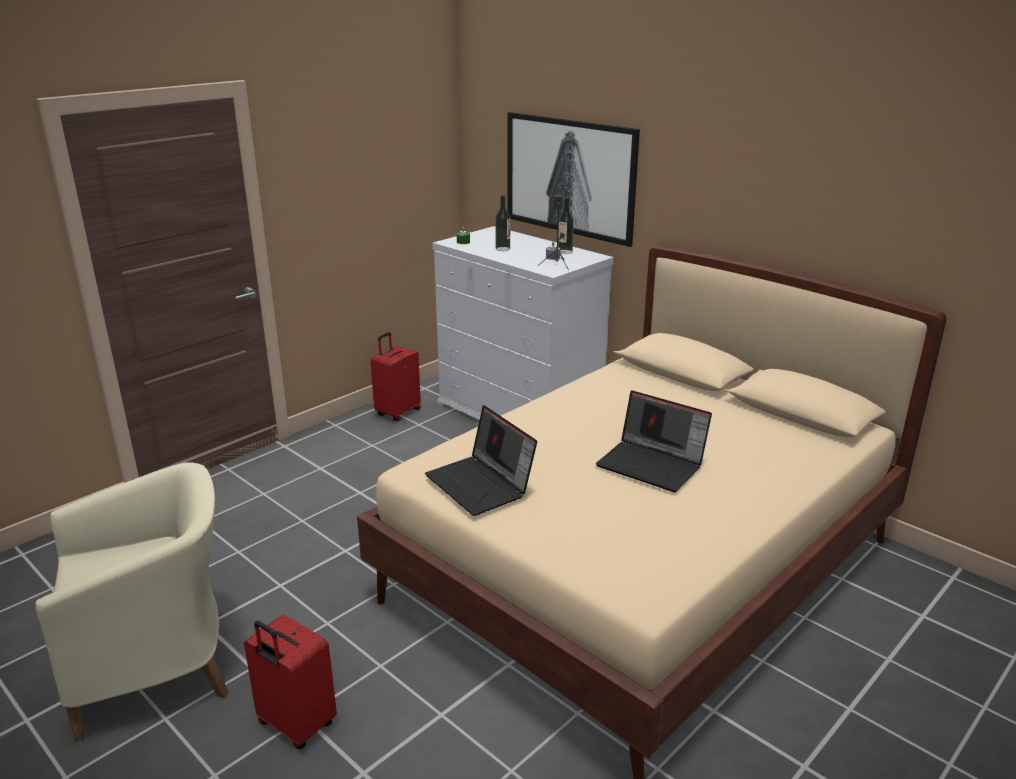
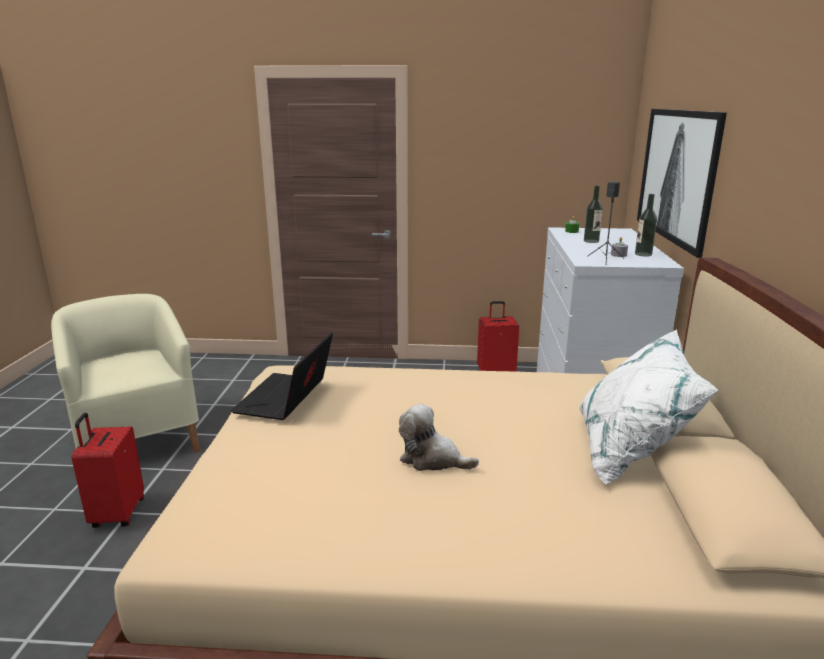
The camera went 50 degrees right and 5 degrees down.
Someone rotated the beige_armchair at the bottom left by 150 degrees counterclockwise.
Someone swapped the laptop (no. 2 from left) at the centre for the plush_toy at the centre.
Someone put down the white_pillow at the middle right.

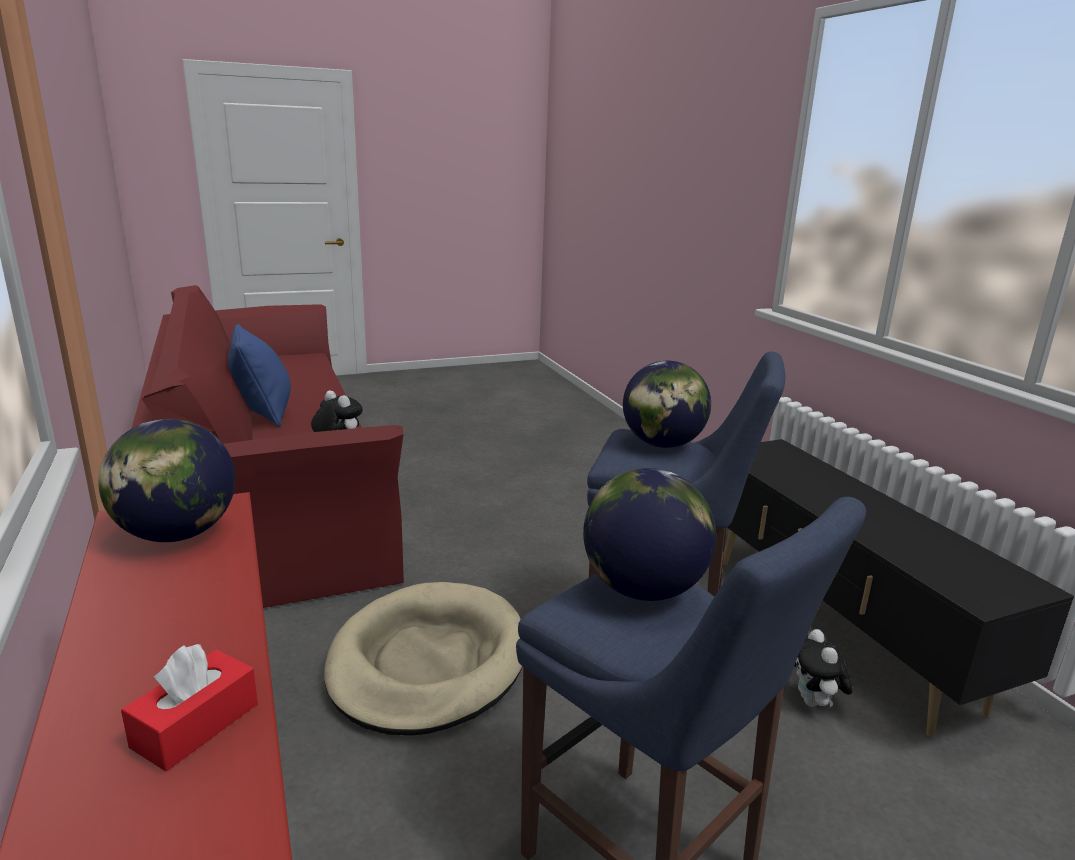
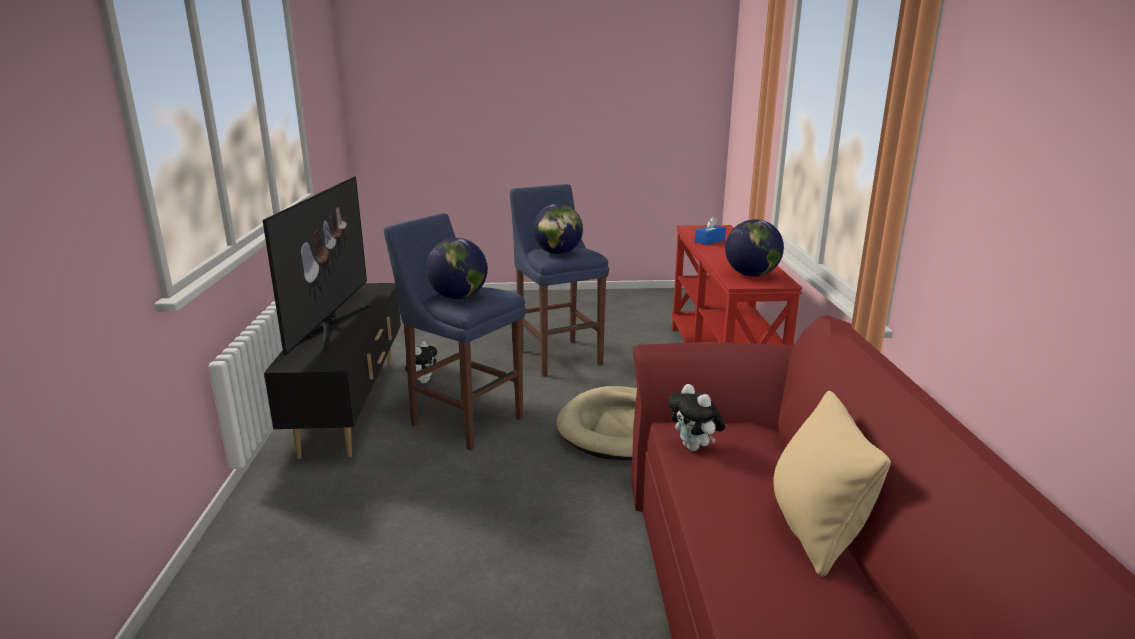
The camera went 160 degrees left and 0 degrees up.
Someone repainted the red_tissue_box at the bottom left, which became the blue_tissue_box at the centre.
Someone repainted the blue_pillow at the middle left, which became the beige_pillow at the bottom right.
Someone put down the television at the middle left.

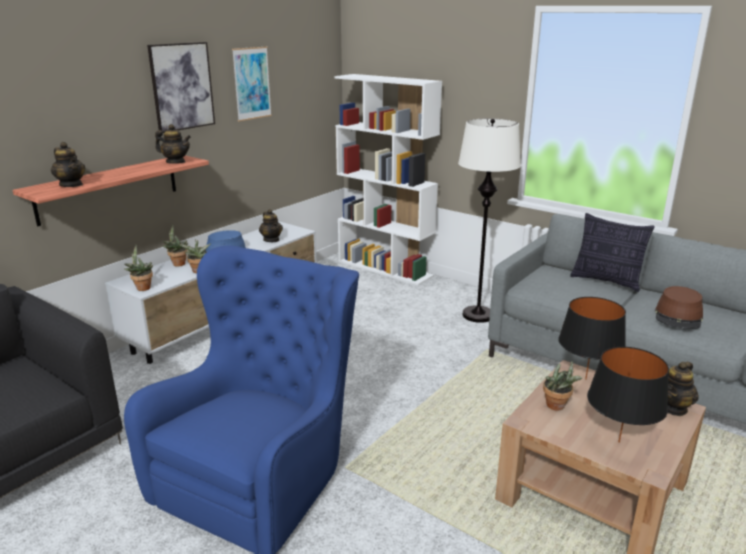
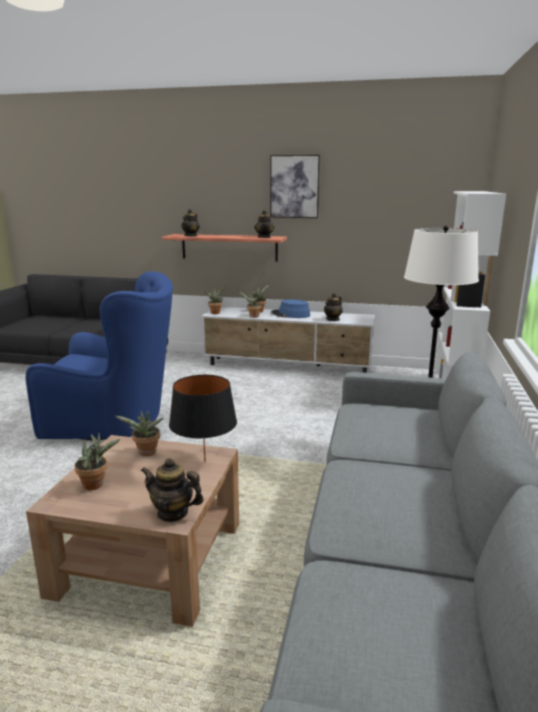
The camera went 65 degrees right and 5 degrees down.
Someone took away the picture (no. 2 from left) at the top centre.
Someone took away the pillow at the middle right.
Someone swapped the black_table_lamp (no. 2 from left) at the bottom right for the potted_plant (no. 1 from left) at the middle left.
Someone took away the brown_hat at the middle right.

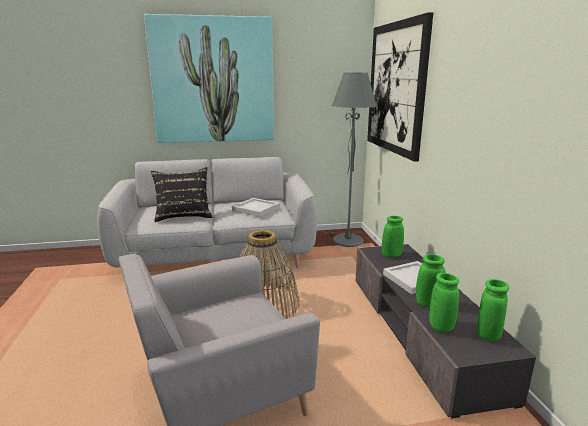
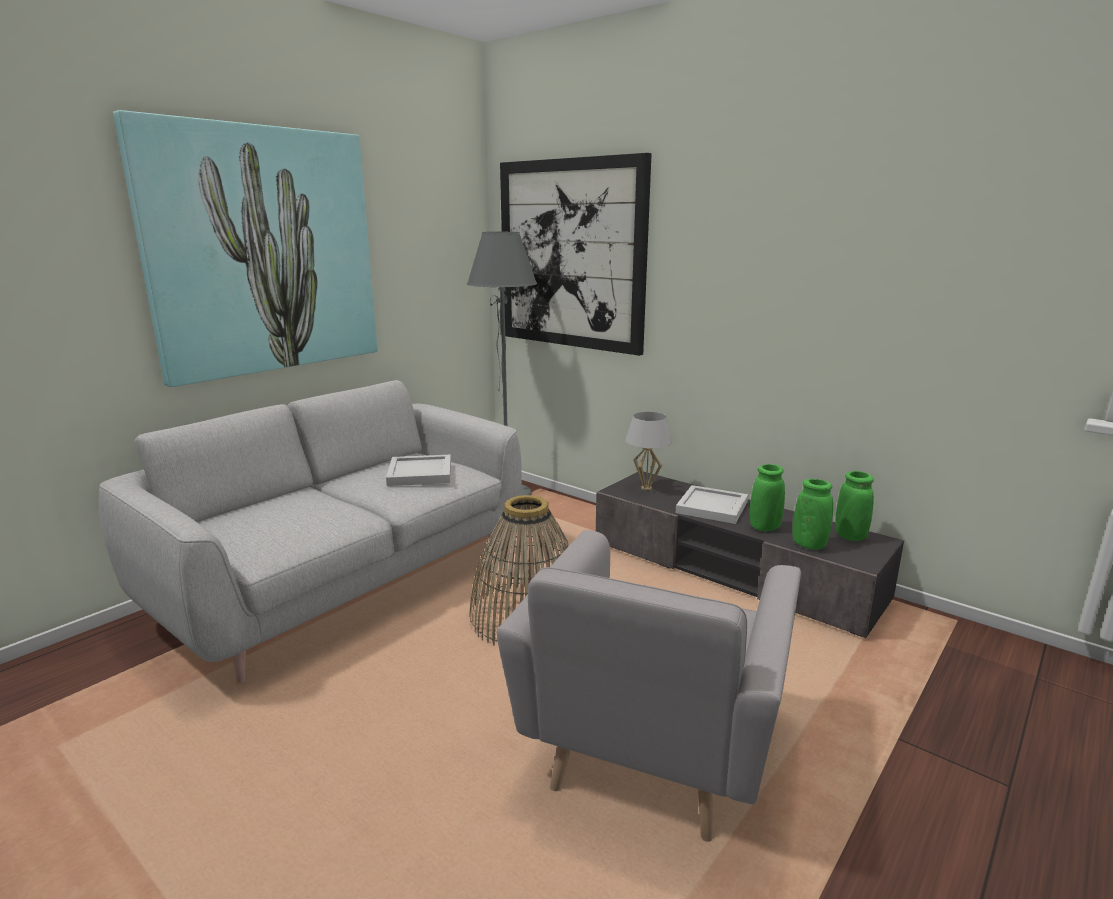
The camera went 40 degrees left and 0 degrees up.
Someone took away the black_pillow at the middle left.
Someone swapped the green_vase (no. 1 from left) at the middle right for the white_table_lamp at the centre.

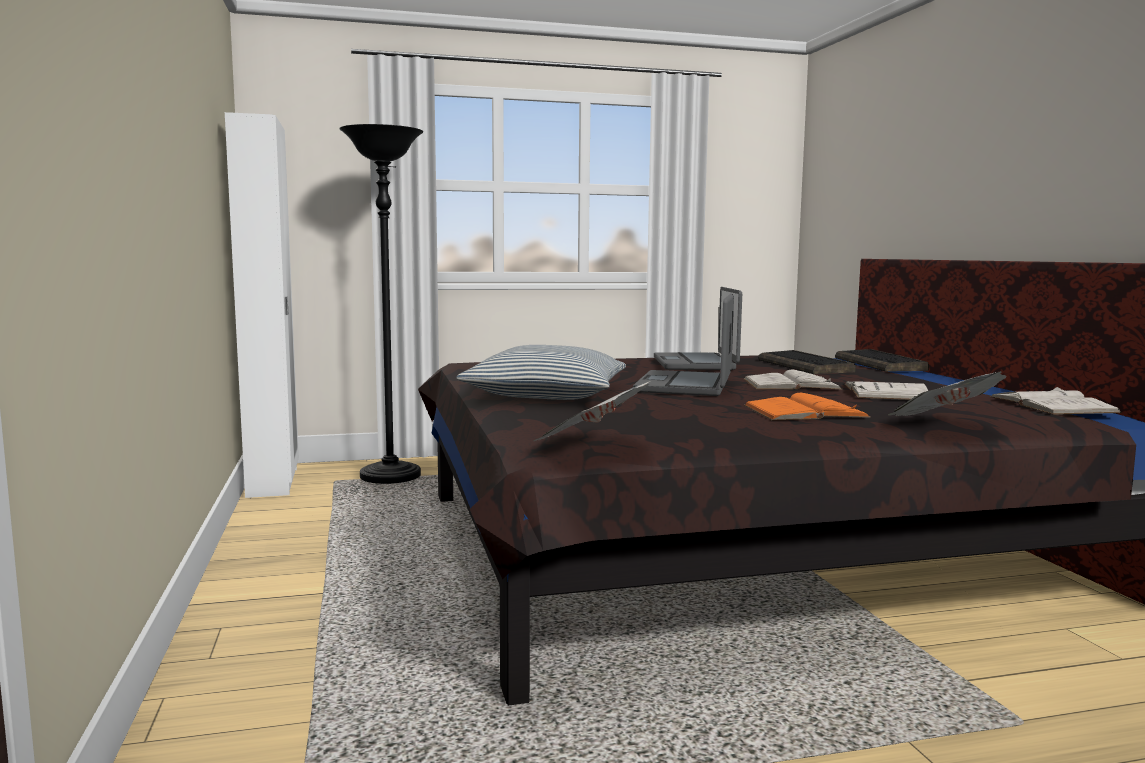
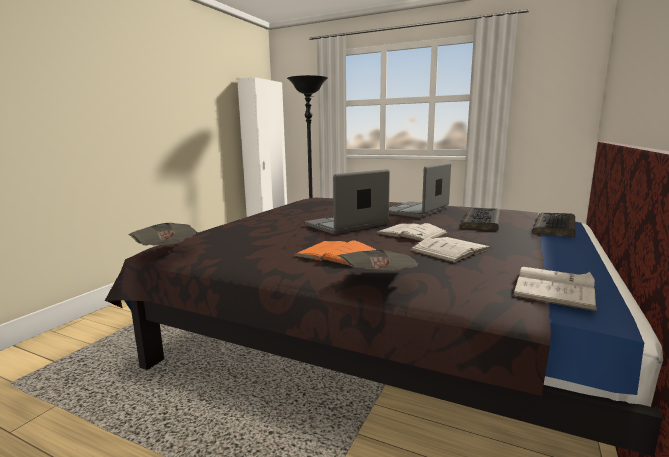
The camera went 40 degrees right and 5 degrees up.
Someone took away the pillow at the centre.

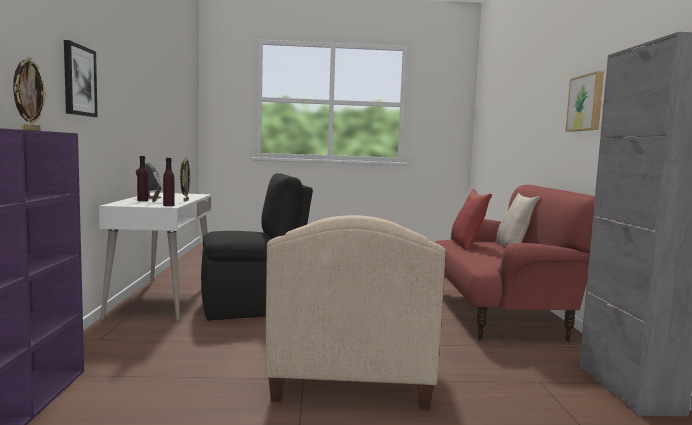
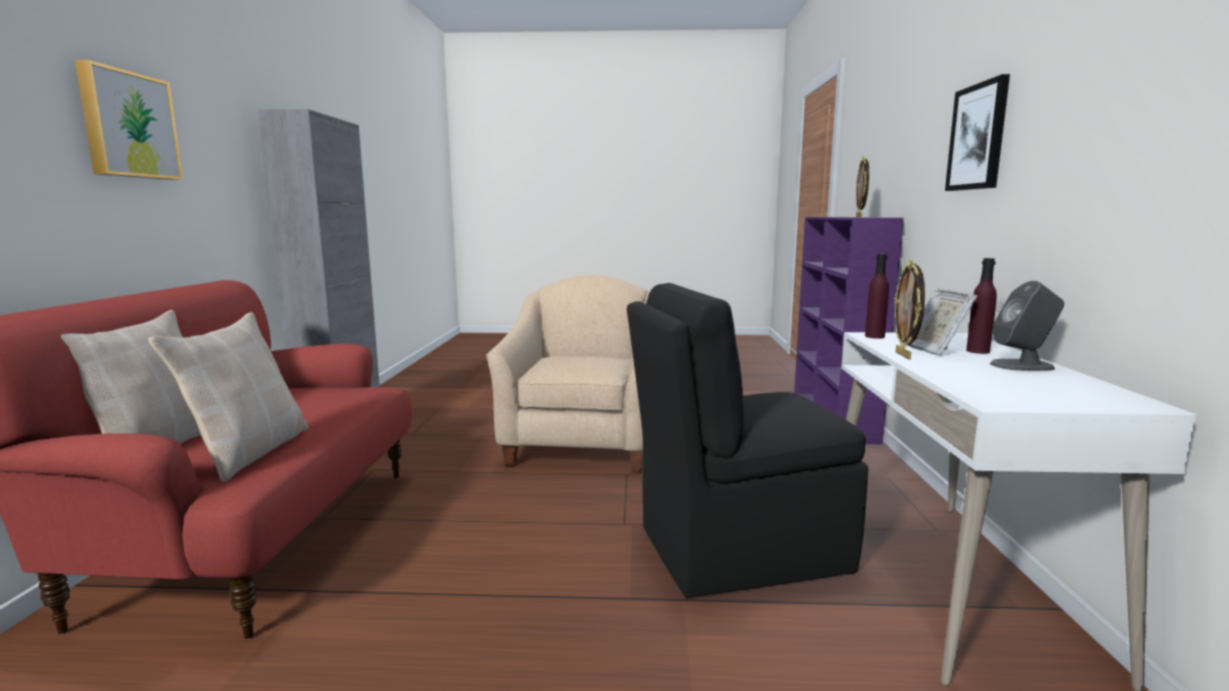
The camera went 175 degrees left and 5 degrees up.
Someone repainted the red_pillow at the middle right, which became the beige_pillow (no. 2 from left) at the middle left.

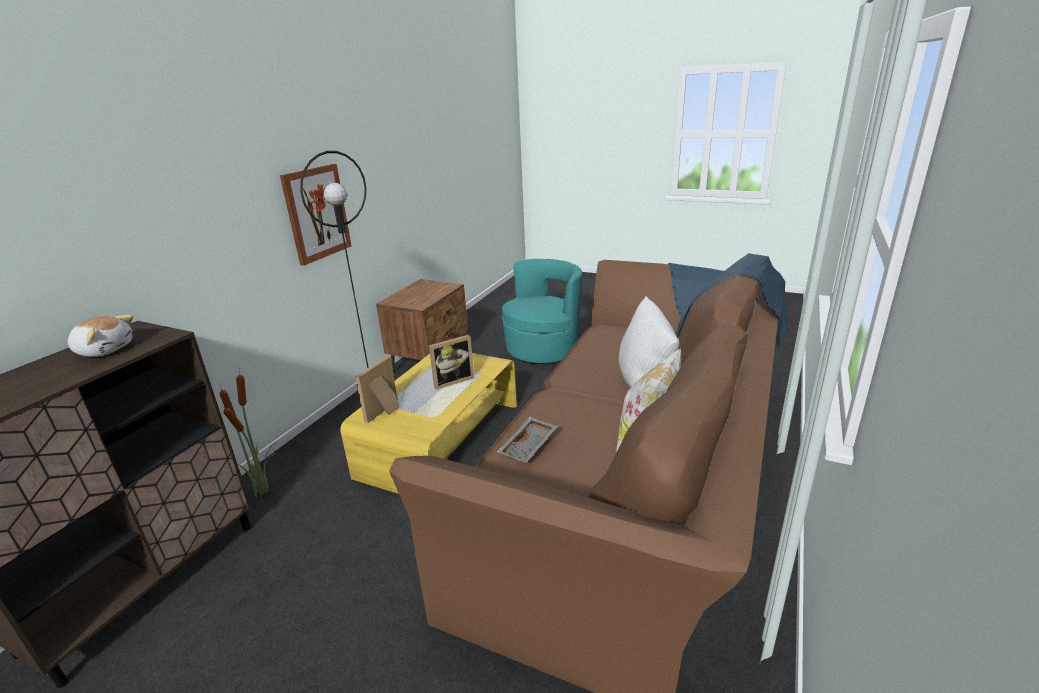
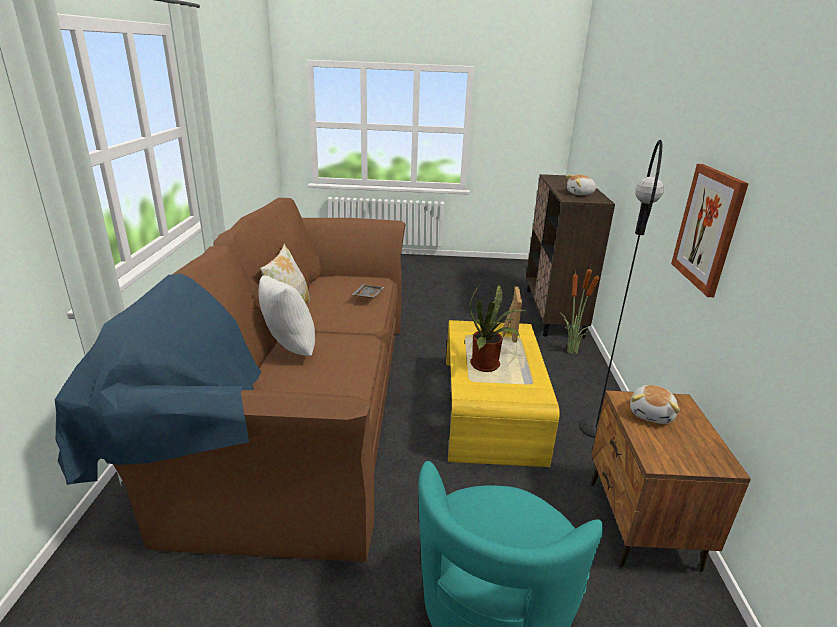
The camera went 155 degrees right and 0 degrees up.
Someone swapped the picture_frame (no. 2 from left) at the centre for the potted_plant (no. 1 from left) at the centre.
Someone put down the plush_toy (no. 2 from left) at the middle right.

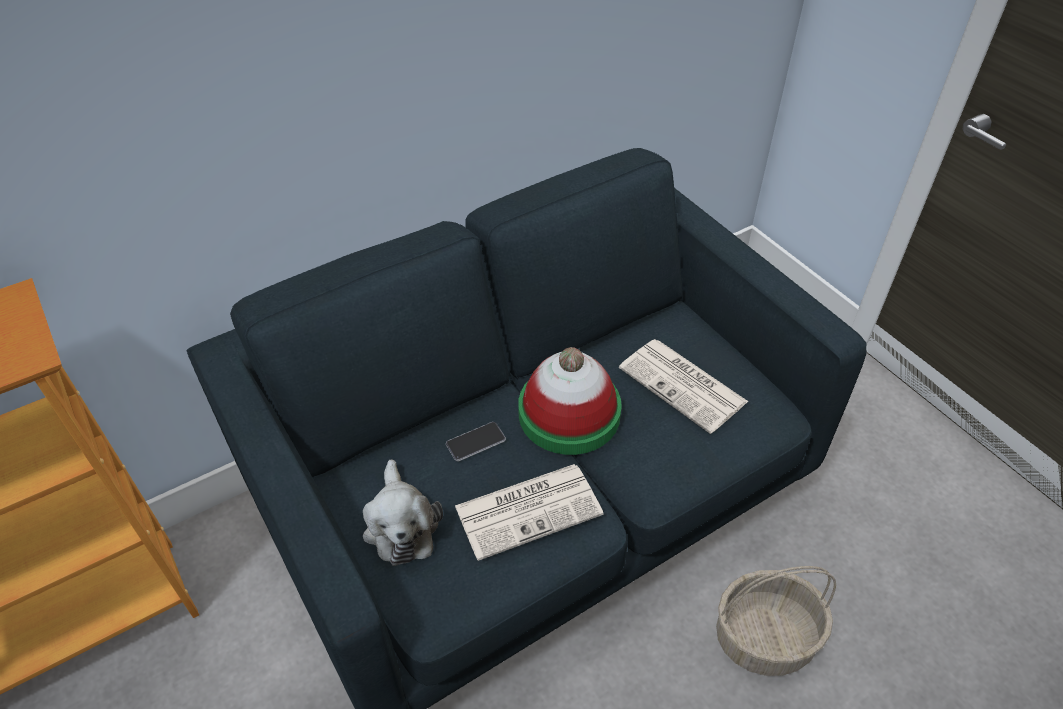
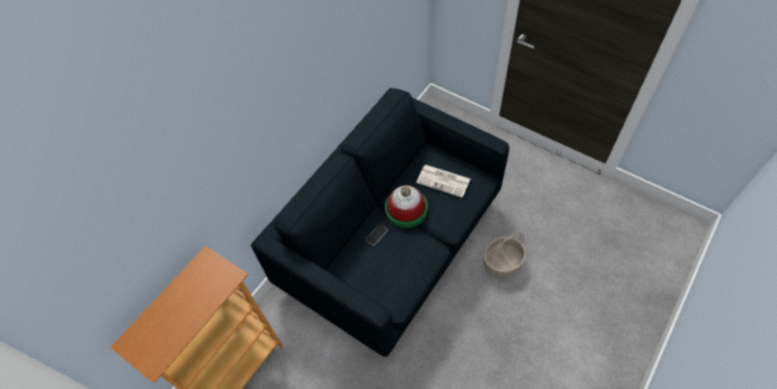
The camera went 20 degrees left and 10 degrees up.
Someone took away the plush_toy at the bottom centre.
Someone took away the newspaper (no. 1 from left) at the bottom centre.

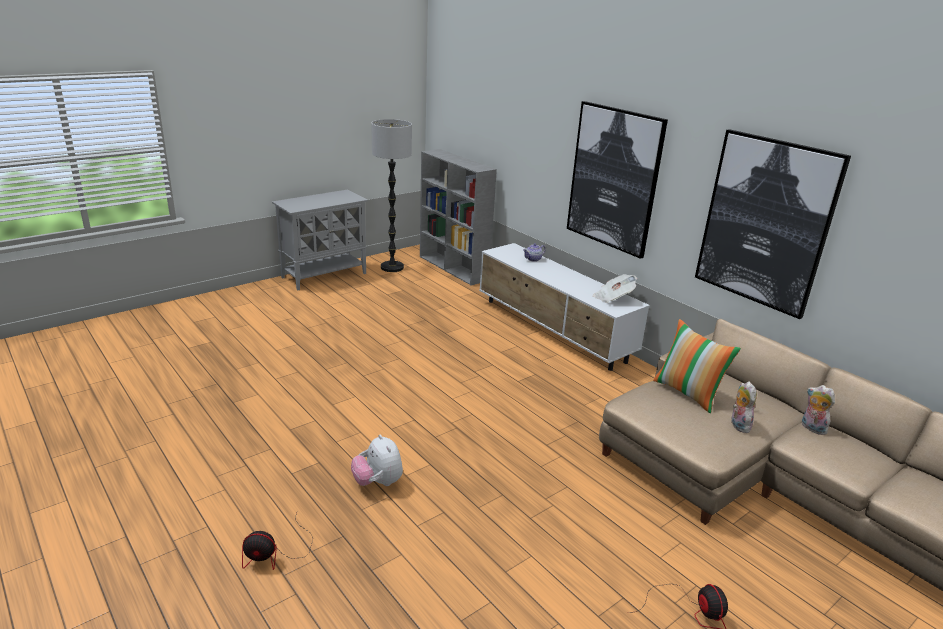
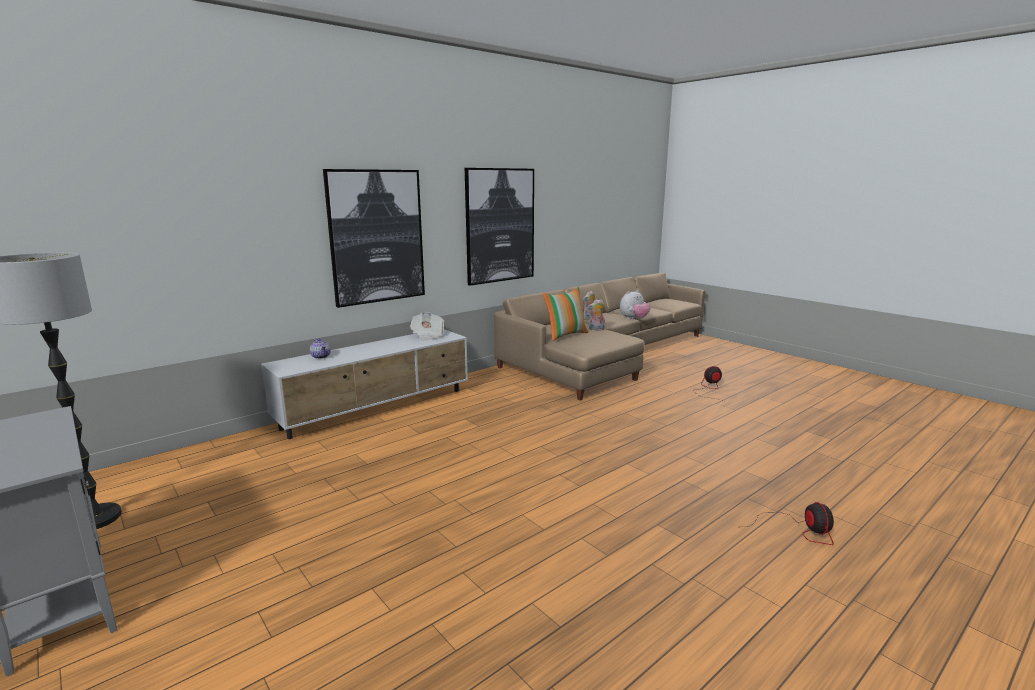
The camera went 90 degrees left and 10 degrees down.
Someone carried the plush_toy (no. 1 from left in the first image) from the bottom centre to the centre.
Someone took away the grey_bookcase at the centre.

